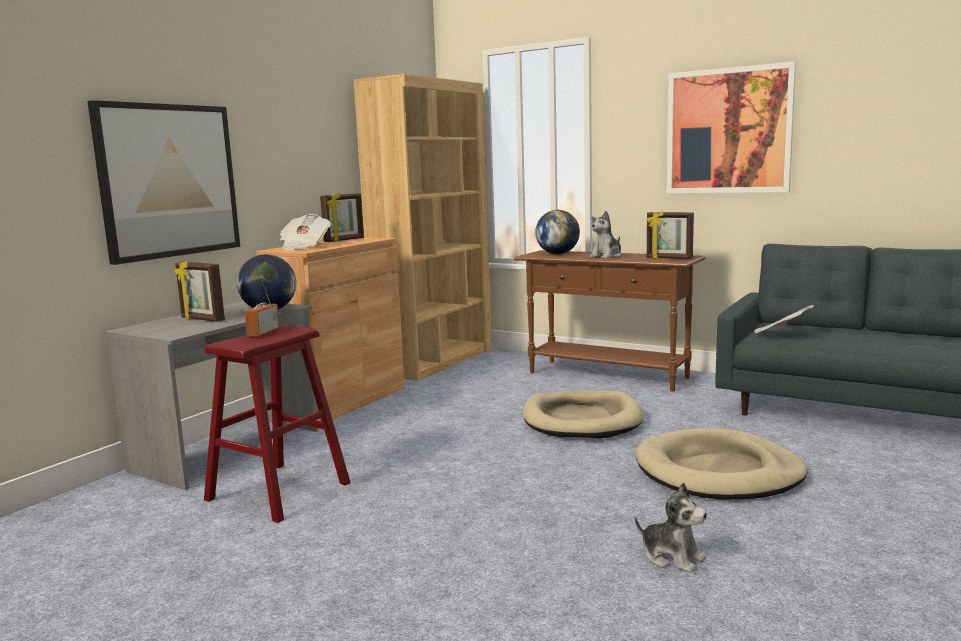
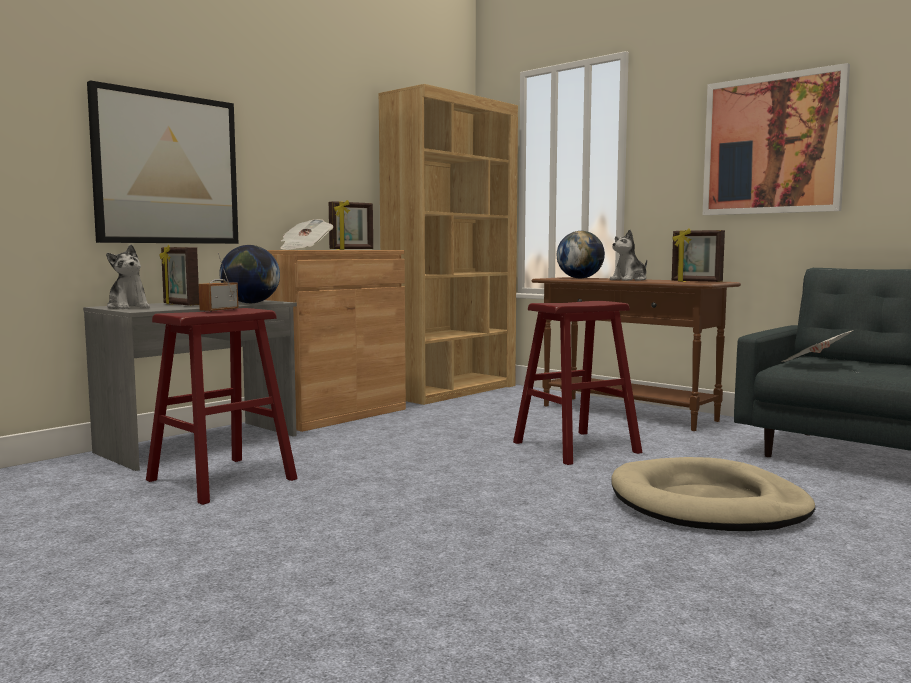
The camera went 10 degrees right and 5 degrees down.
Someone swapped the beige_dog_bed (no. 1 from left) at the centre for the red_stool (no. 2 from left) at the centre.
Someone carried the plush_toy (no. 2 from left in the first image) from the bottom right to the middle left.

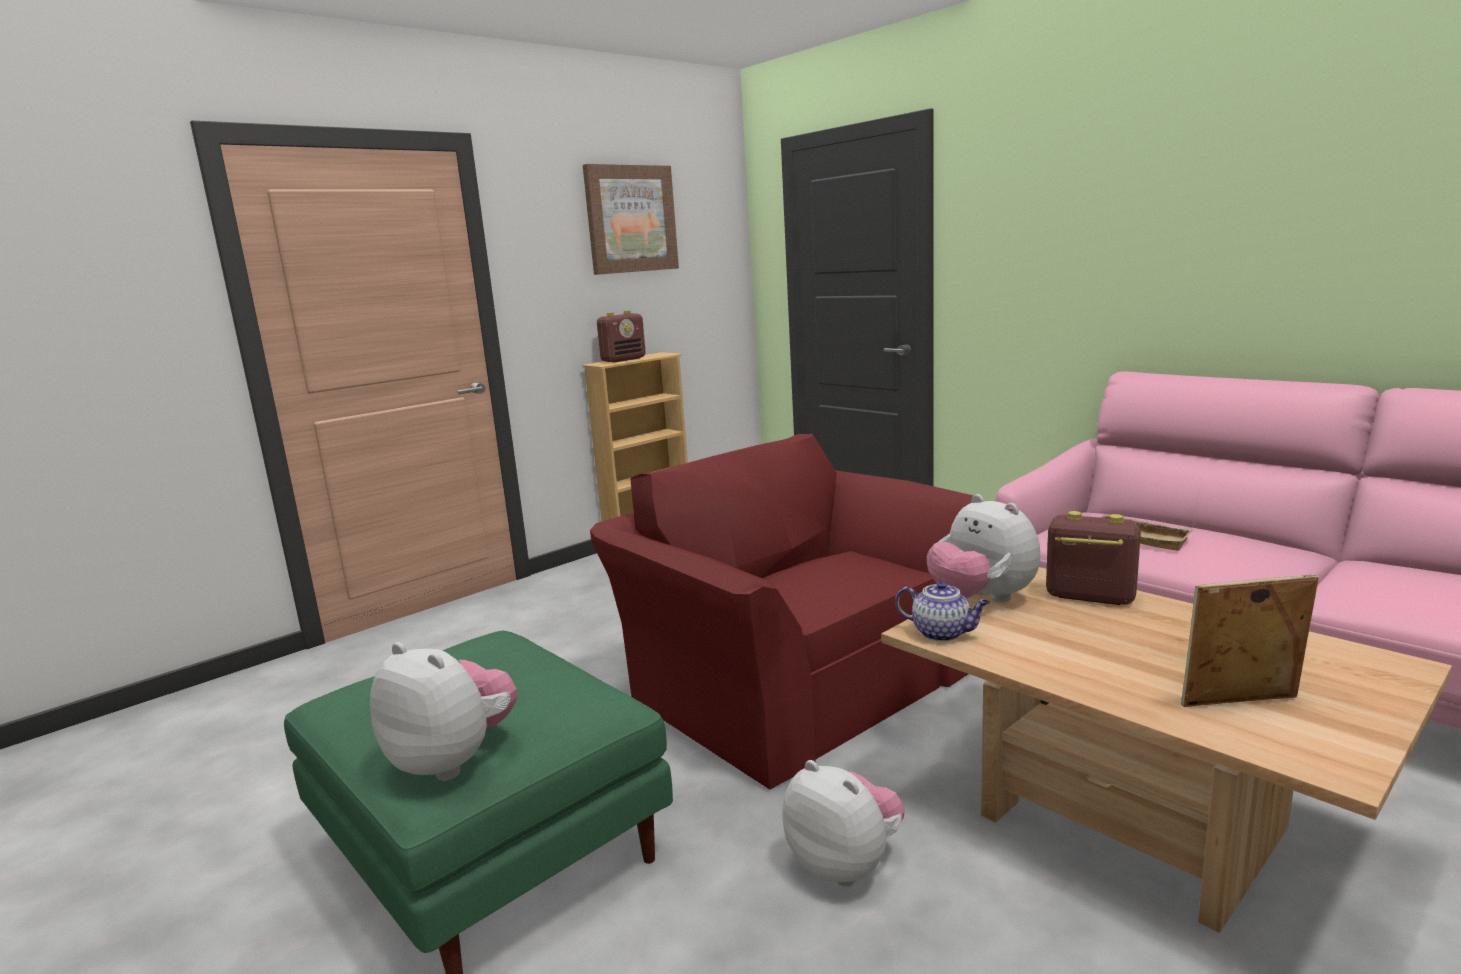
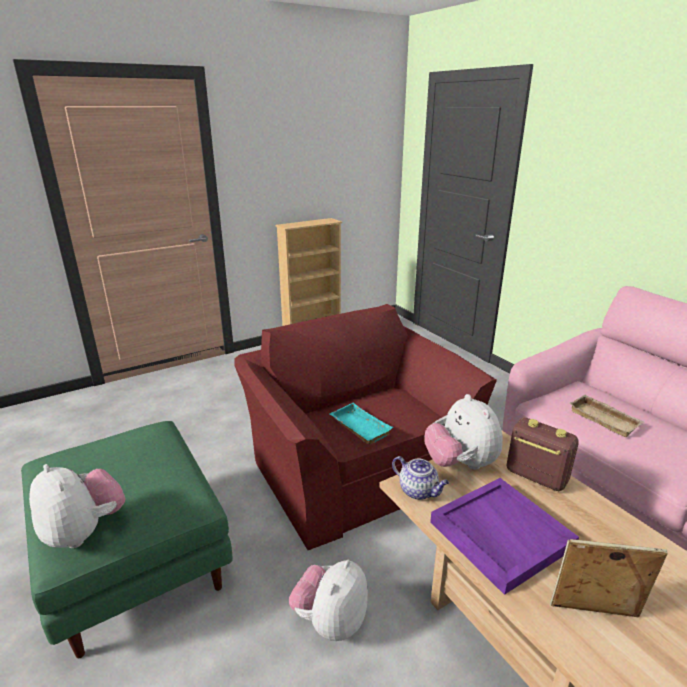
The camera went 10 degrees right and 10 degrees up.
Someone took away the picture at the top centre.
Someone took away the radio (no. 1 from left) at the centre.
Someone rotated the plush_toy (no. 2 from left) at the bottom centre by 120 degrees counterclockwise.
Someone put down the turquoise_tray at the centre.
Someone put down the purple_tray at the bottom right.

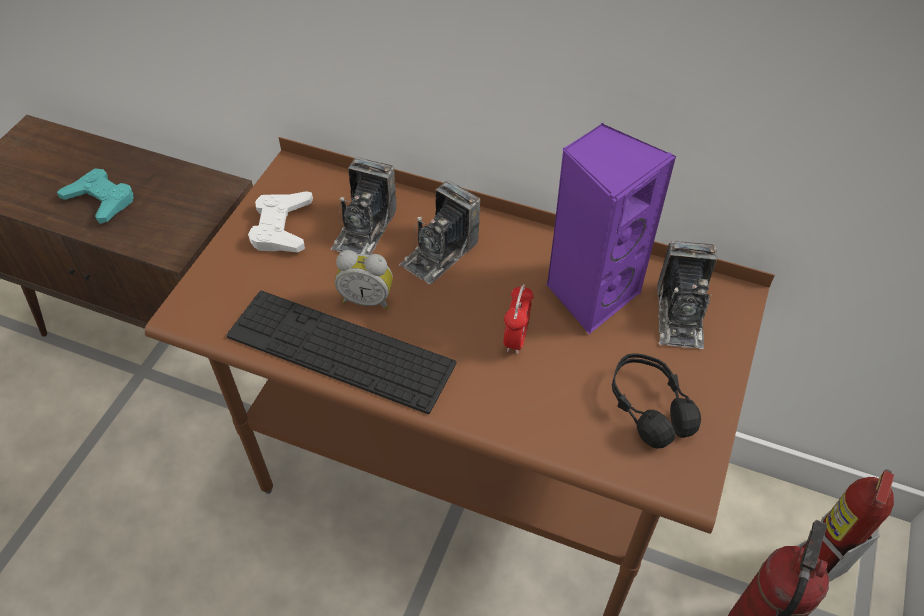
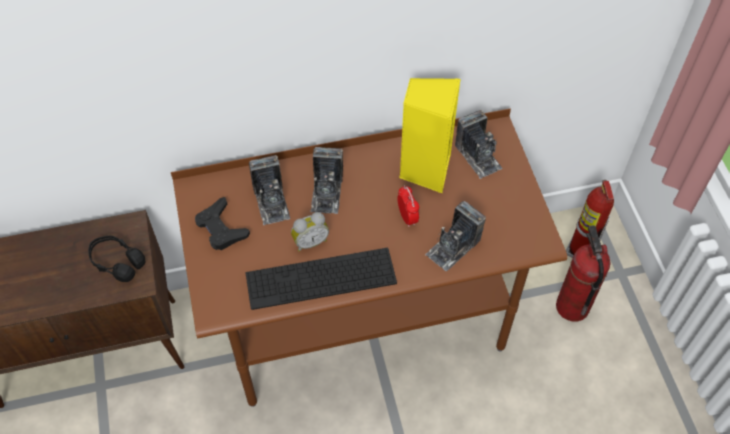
The camera went 35 degrees left and 5 degrees up.
Someone took away the turquoise_game_controller at the top left.
Someone repainted the white_game_controller at the middle left, which became the black_game_controller at the middle left.
Someone repainted the purple_speaker at the centre, which became the yellow_speaker at the top centre.
Someone carried the black_headphones from the middle right to the middle left.
Someone put down the photo_camera (no. 3 from left) at the centre.

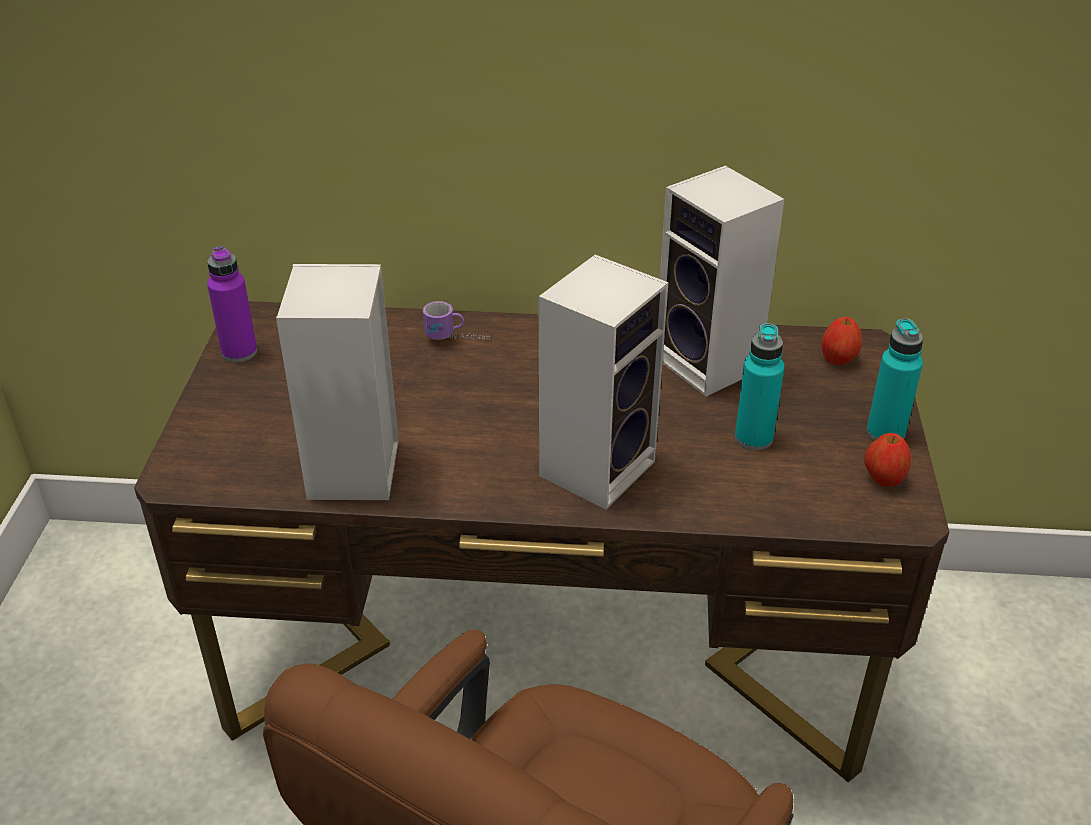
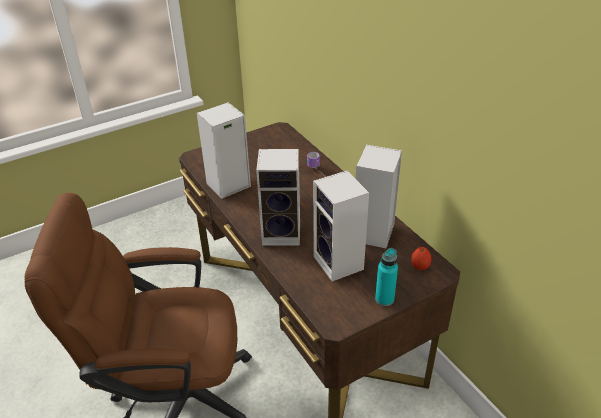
The camera went 55 degrees right and 0 degrees up.
Someone took away the purple_bottle at the middle left.
Someone swapped the turquoise_bottle (no. 1 from left) at the middle right for the speaker (no. 3 from left) at the centre.
Someone took away the apple (no. 2 from left) at the middle right.

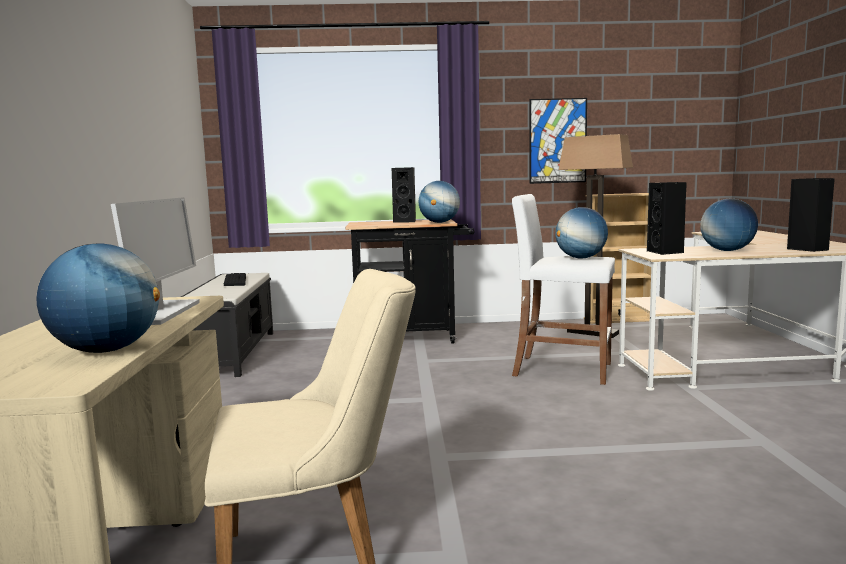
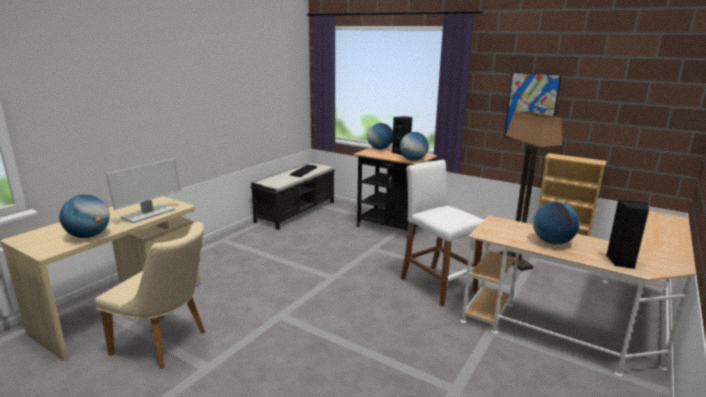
The camera went 35 degrees right and 10 degrees up.
Someone carried the globe (no. 3 from left in the first image) from the middle right to the centre.
Someone took away the black_speaker (no. 2 from left) at the middle right.

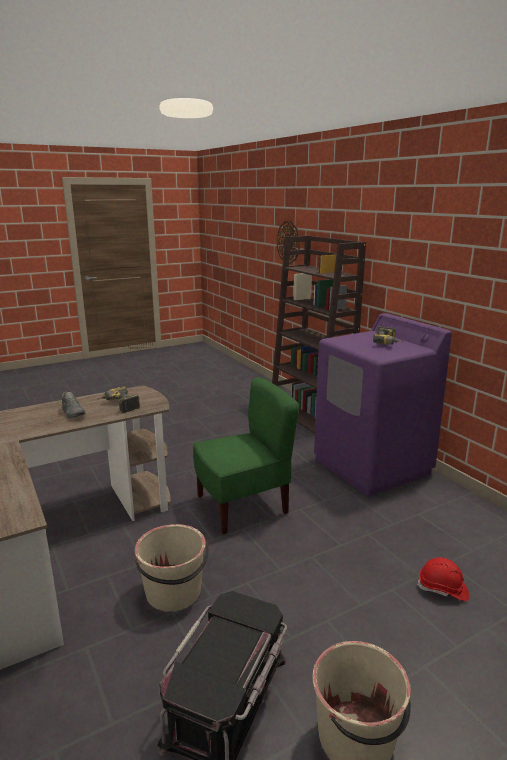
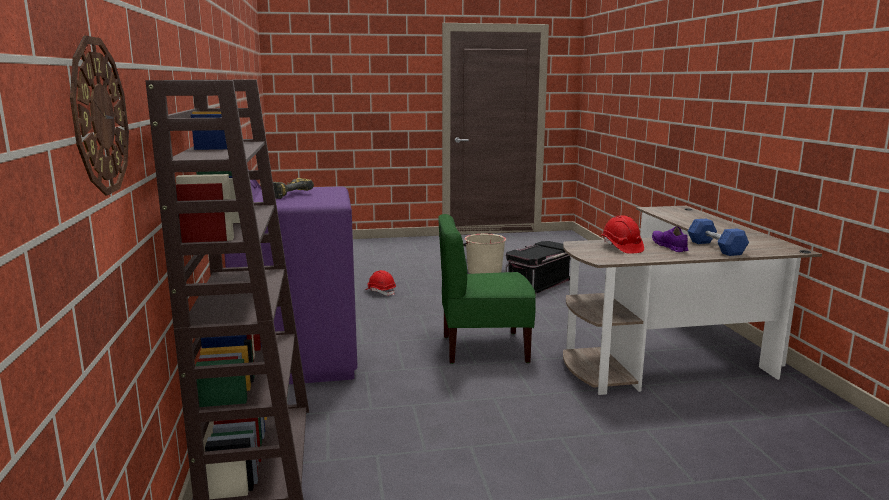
The camera went 160 degrees left and 5 degrees down.
Someone repainted the grey_shoe at the middle left, which became the purple_shoe at the middle right.
Someone swapped the power_drill (no. 1 from left) at the middle left for the red_hard_hat (no. 2 from left) at the middle right.
Someone took away the beige_bucket (no. 1 from left) at the bottom centre.
Someone put down the blue_dumbbell at the middle right.

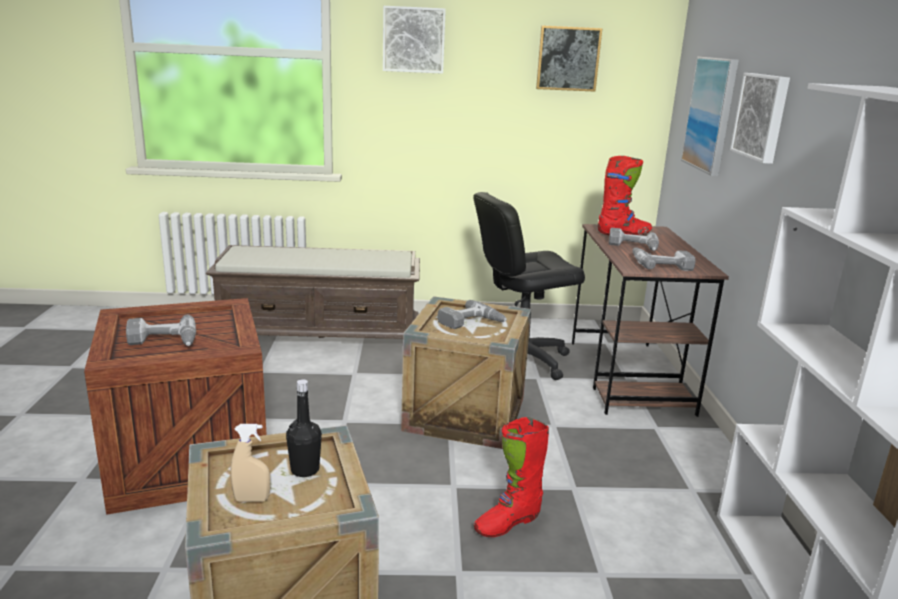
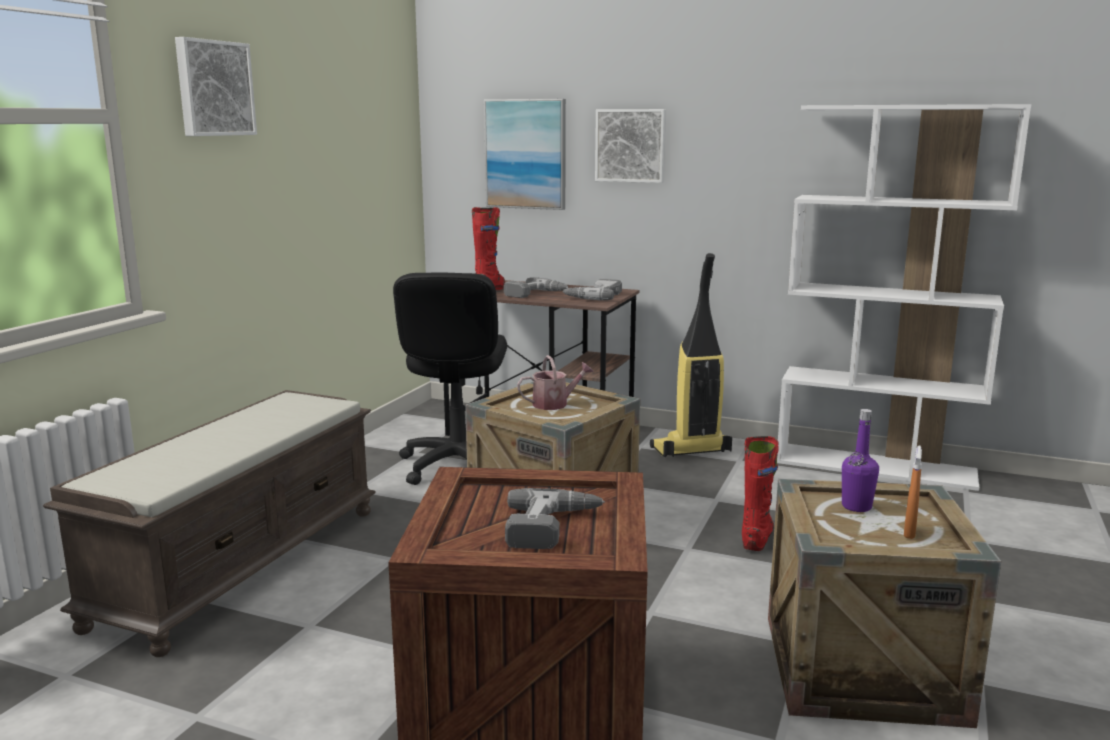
The camera went 65 degrees left and 5 degrees down.
Someone repainted the beige_spray_bottle at the bottom left, which became the orange_spray_bottle at the middle right.
Someone repainted the black_bottle at the bottom centre, which became the purple_bottle at the middle right.
Someone swapped the power_drill (no. 2 from left) at the centre for the watering_can at the centre.
Someone rotated the red_boot (no. 1 from left in the first image) at the bottom centre by 150 degrees counterclockwise.
Someone took away the picture (no. 2 from left) at the top centre.
Someone put down the vacuum_cleaner at the centre.

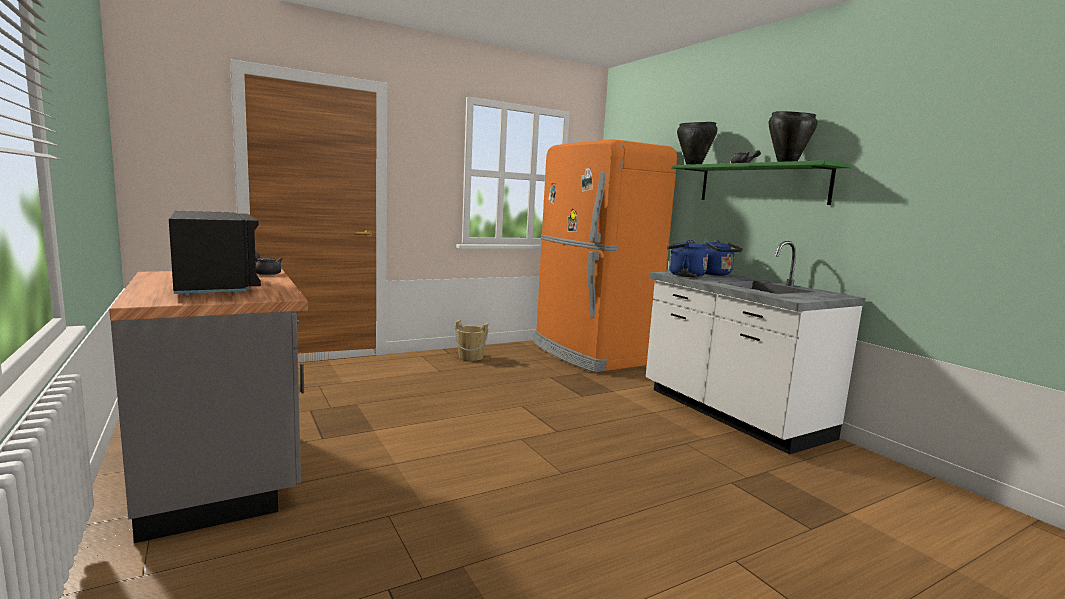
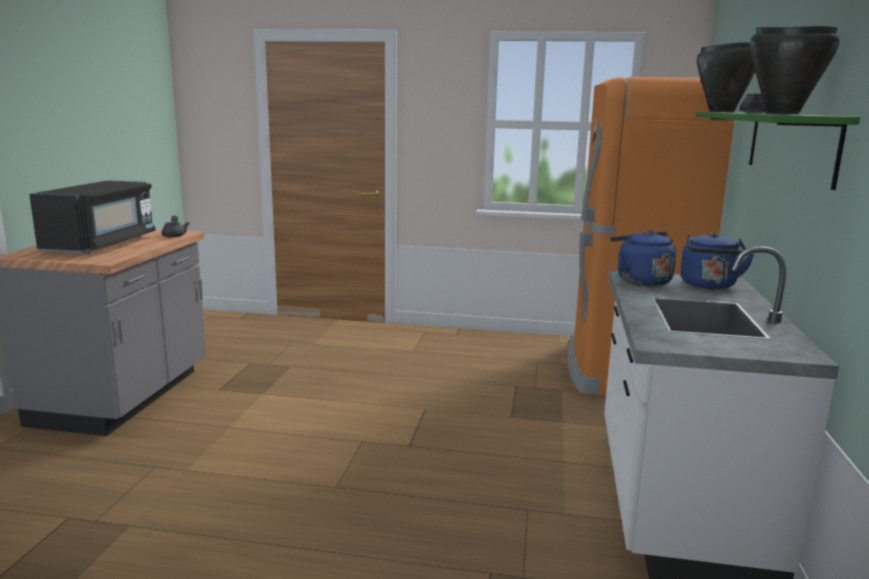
The camera went 40 degrees right and 5 degrees up.
Someone took away the beige_bucket at the centre.

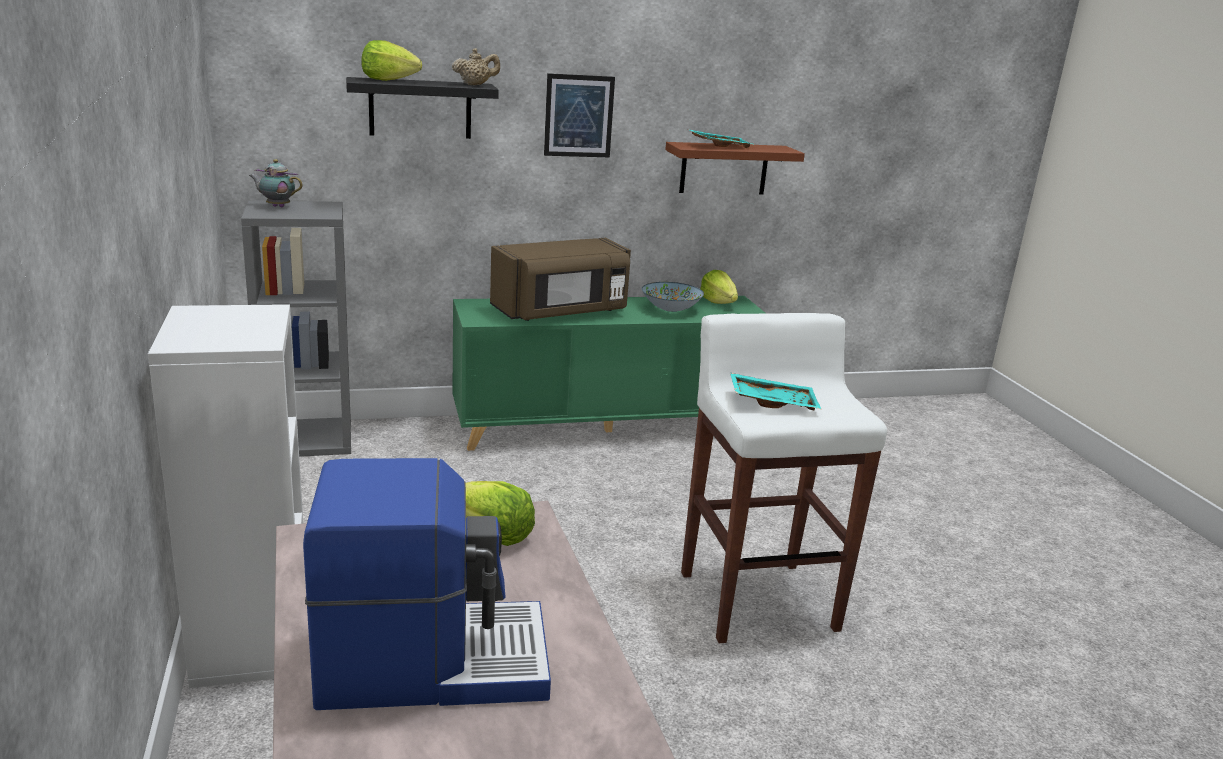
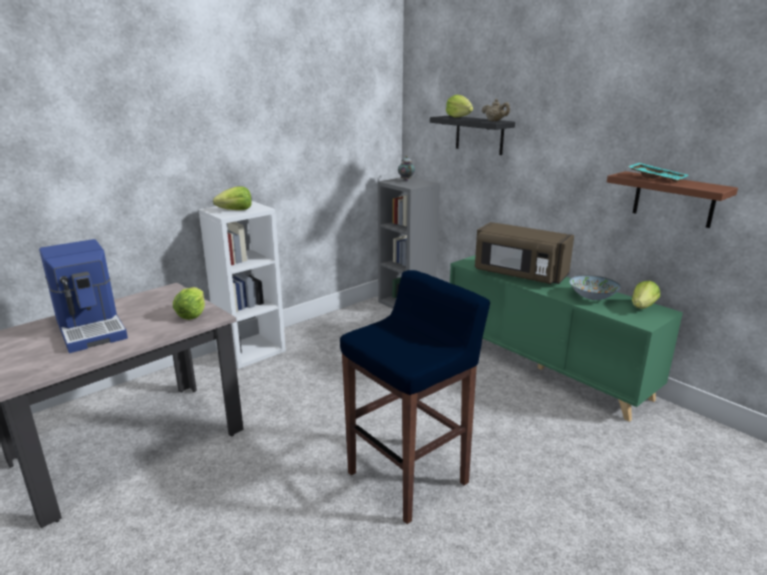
The camera went 65 degrees right and 0 degrees up.
Someone took away the picture at the top centre.
Someone repainted the white_stool at the centre, which became the blue_stool at the bottom centre.
Someone took away the turquoise_tray (no. 2 from left) at the centre.
Someone put down the lettuce (no. 2 from left) at the middle left.

